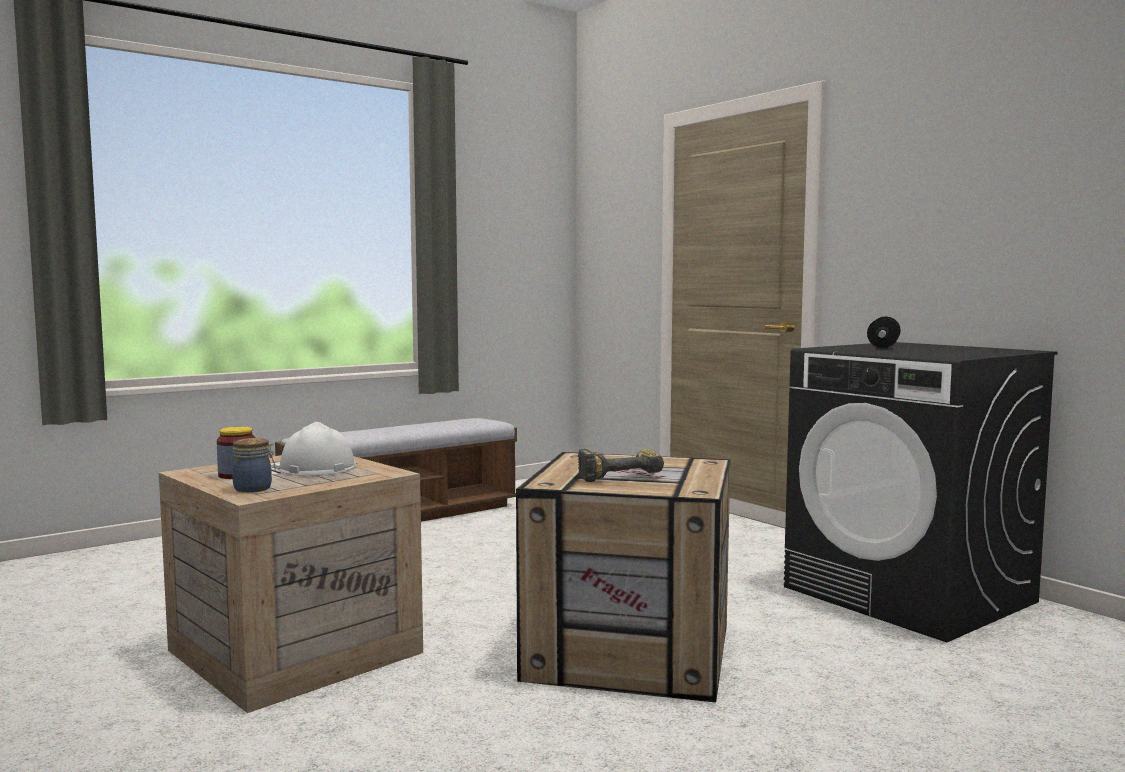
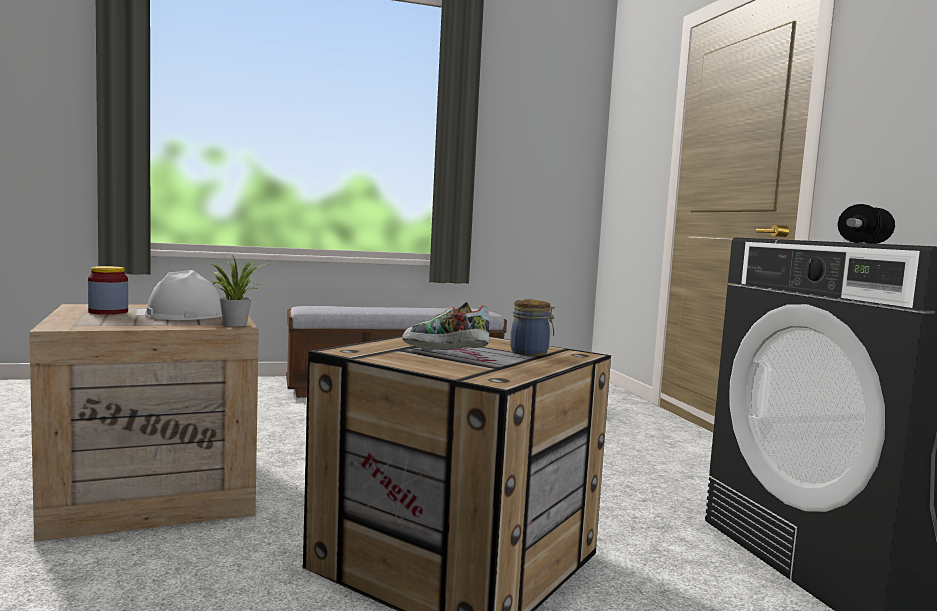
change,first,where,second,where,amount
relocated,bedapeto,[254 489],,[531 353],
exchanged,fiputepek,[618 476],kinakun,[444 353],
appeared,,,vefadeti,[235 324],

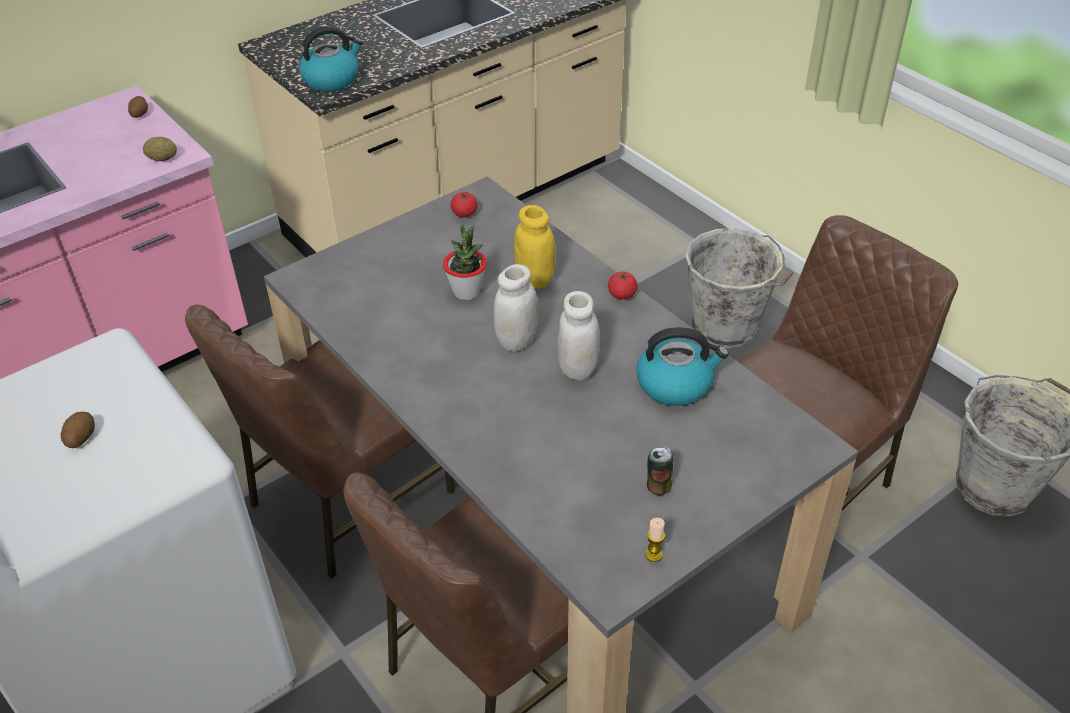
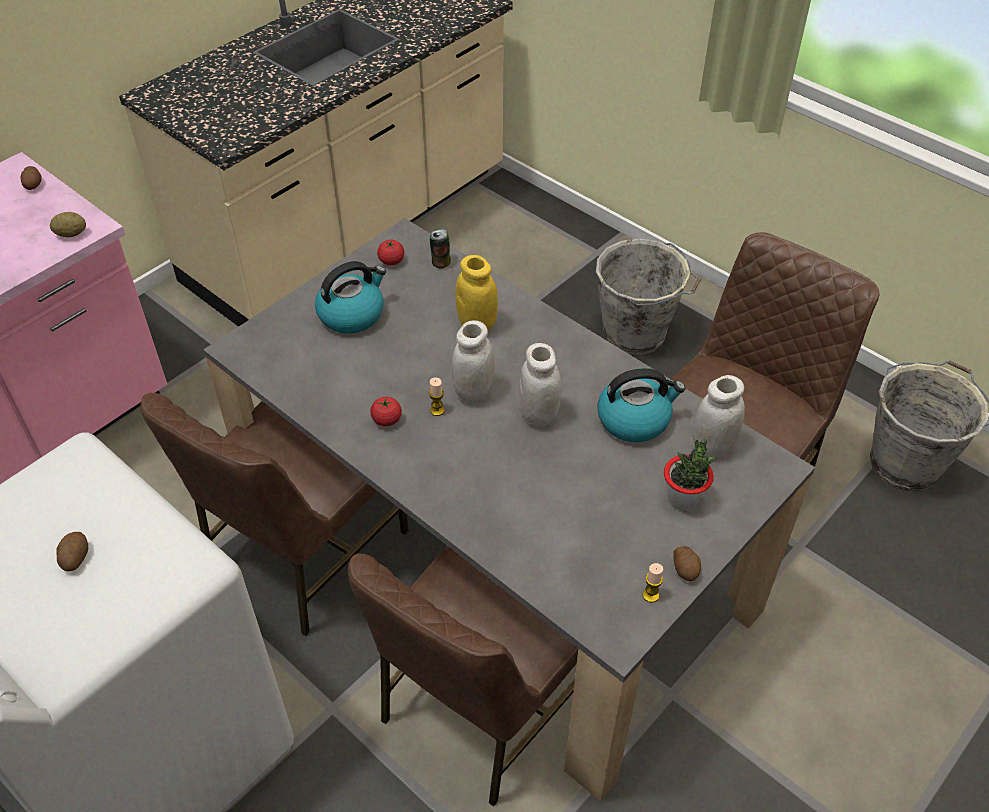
change,first,where,second,where,amount
relocated,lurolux,[332 79],,[352 314],
relocated,vefadeti,[466 292],,[683 499],
relocated,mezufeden,[622 295],,[387 419],
relocated,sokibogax,[658 485],,[441 262],
appeared,,,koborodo,[437 410],
appeared,,,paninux,[686 569],
appeared,,,white_bedapeto,[712 446],

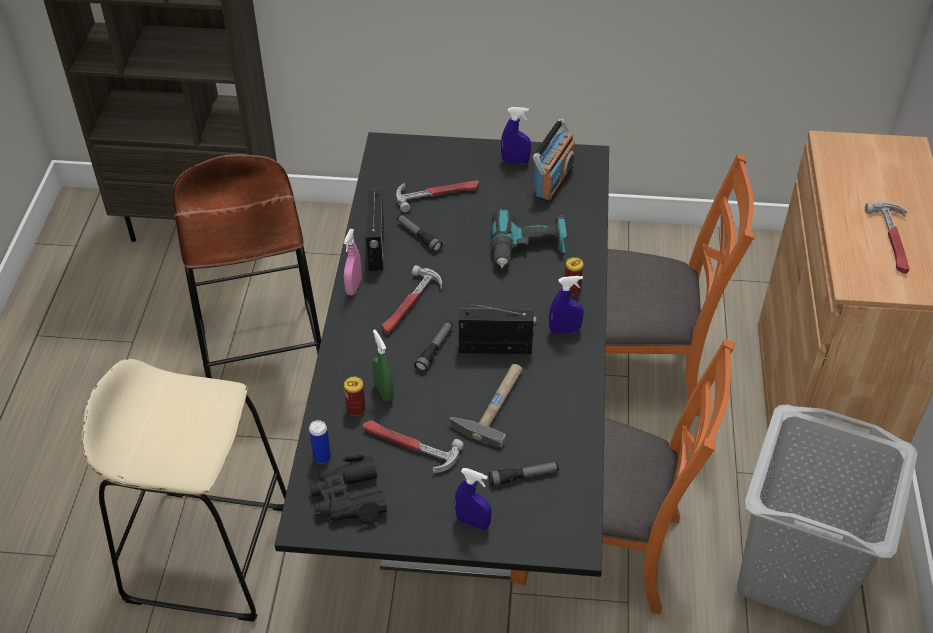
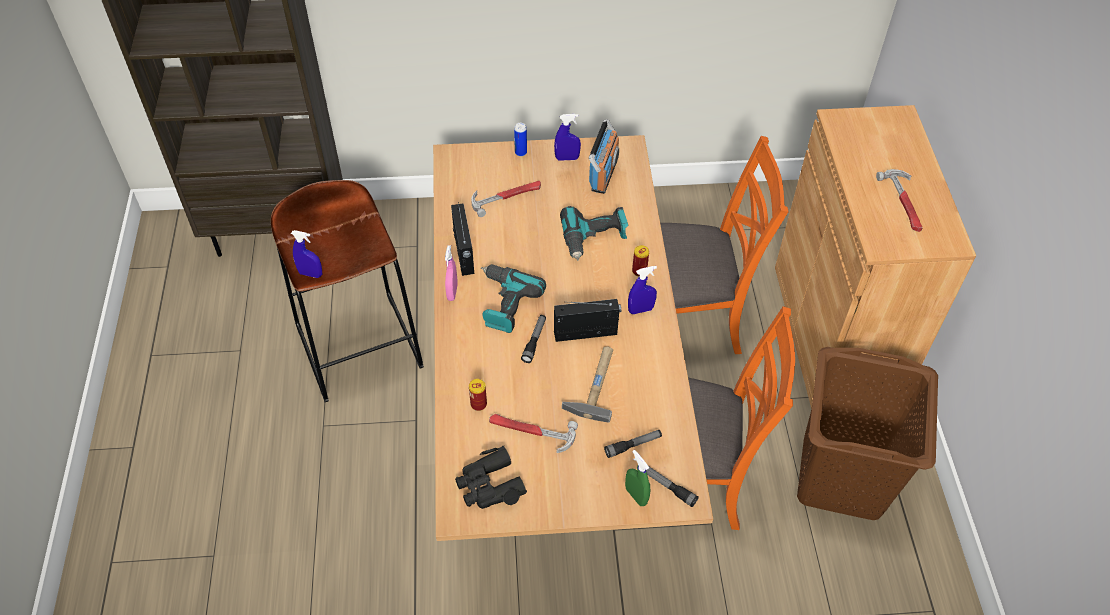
change,first,where,second,where,amount
missing,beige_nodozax,[209 553],,,
colour,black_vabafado,[466 453],beige_vabafado,[553 413],
relocated,sokibogax,[322 457],,[520 152],
relocated,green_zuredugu,[383 391],,[636 496],
exchanged,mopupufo,[410 305],fiputepek,[504 303],
relocated,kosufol,[418 236],,[669 487],
relocated,blue_zuredugu,[472 522],,[310 274],
colour,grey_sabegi,[797 571],brown_sabegi,[842 477],

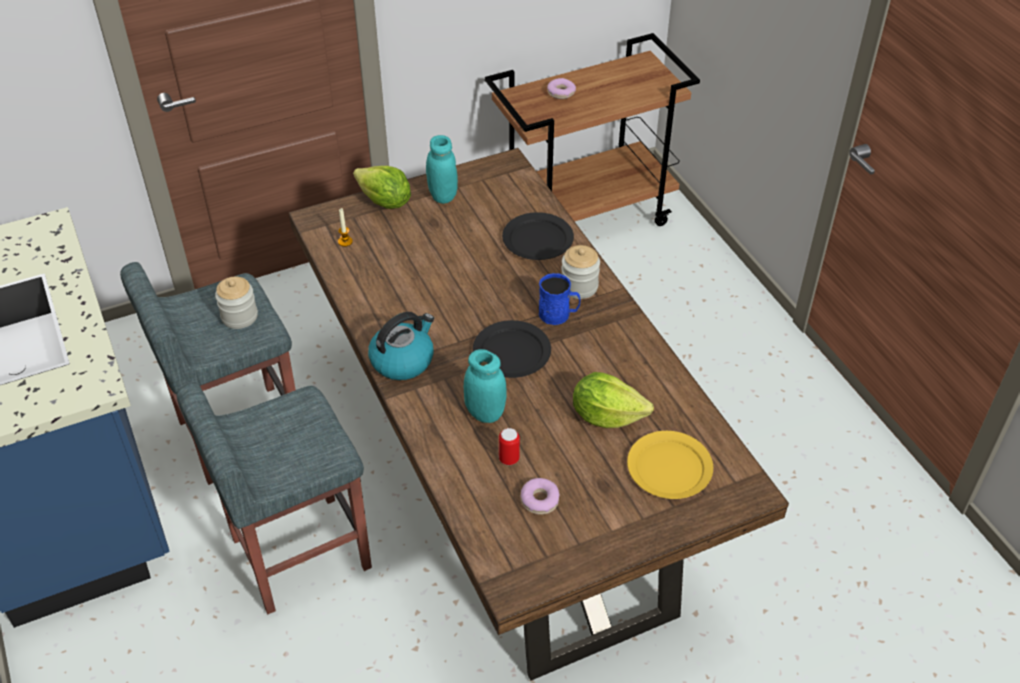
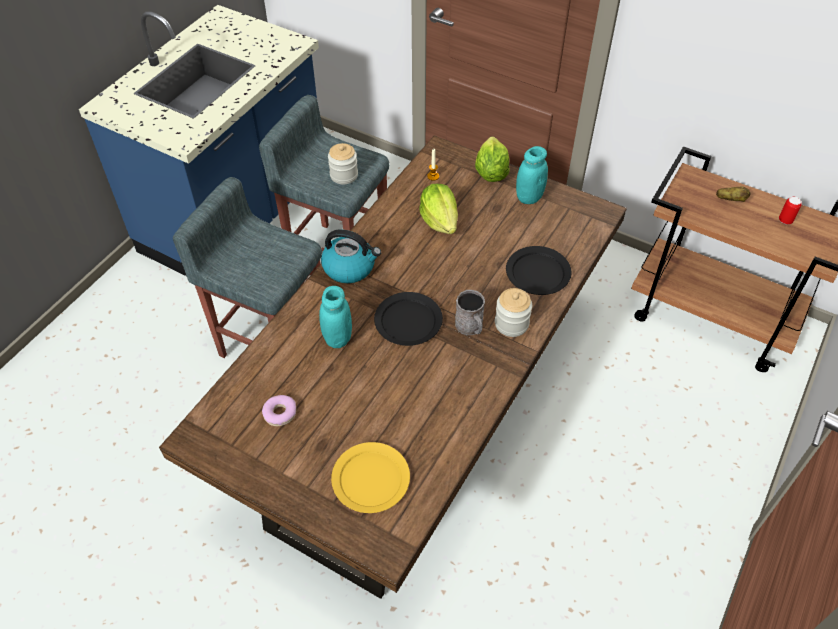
change,first,where,second,where,amount
relocated,sokibogax,[509 459],,[785 220],
colour,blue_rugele,[558 314],grey_rugele,[470 327],
exchanged,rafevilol,[561 93],paninux,[730 200],
relocated,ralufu,[606 415],,[439 221],

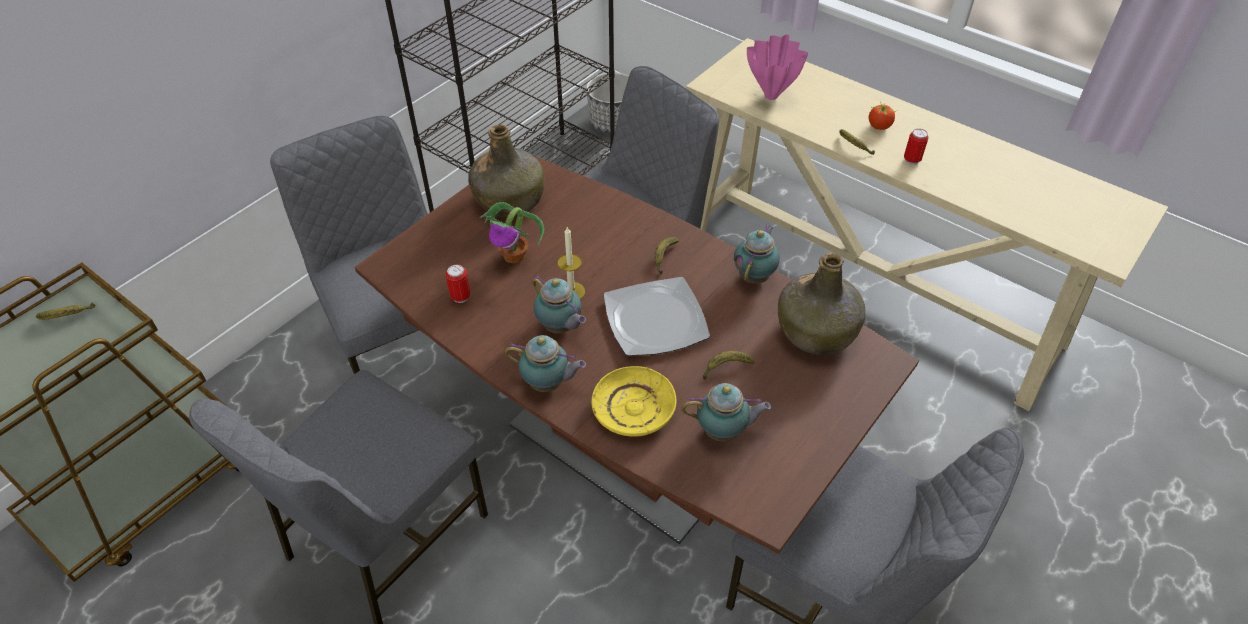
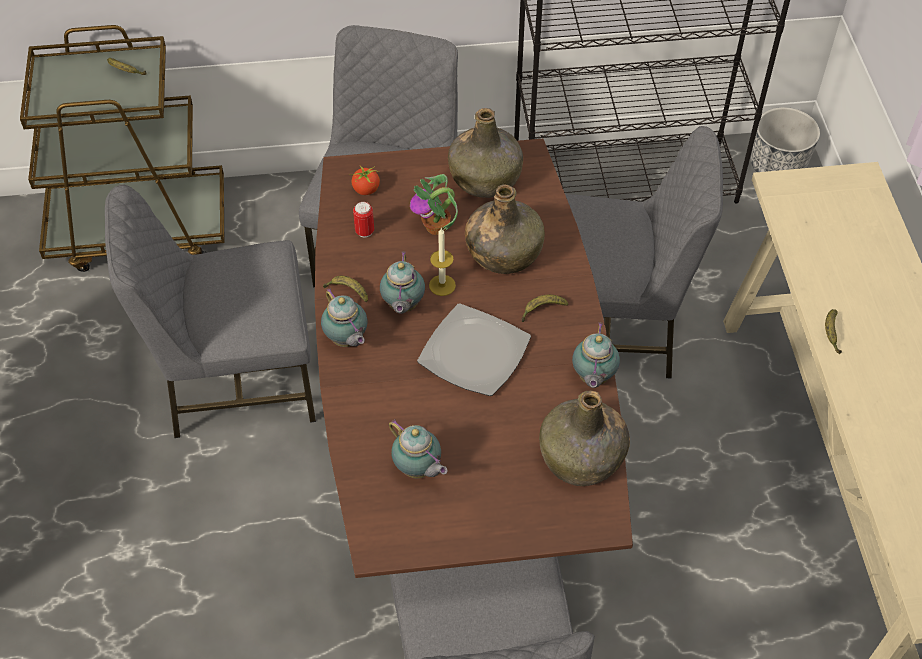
change,first,where,second,where,amount
missing,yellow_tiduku,[634 409],,,
relocated,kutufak,[725 368],,[347 291],
spun,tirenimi,[755 276],,[592 378],120 degrees clockwise
missing,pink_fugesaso,[770 96],,,
relocated,mezufeden,[879 126],,[366 190],
missing,sokibogax,[912 160],,,
appeared,,,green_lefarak,[504 252],

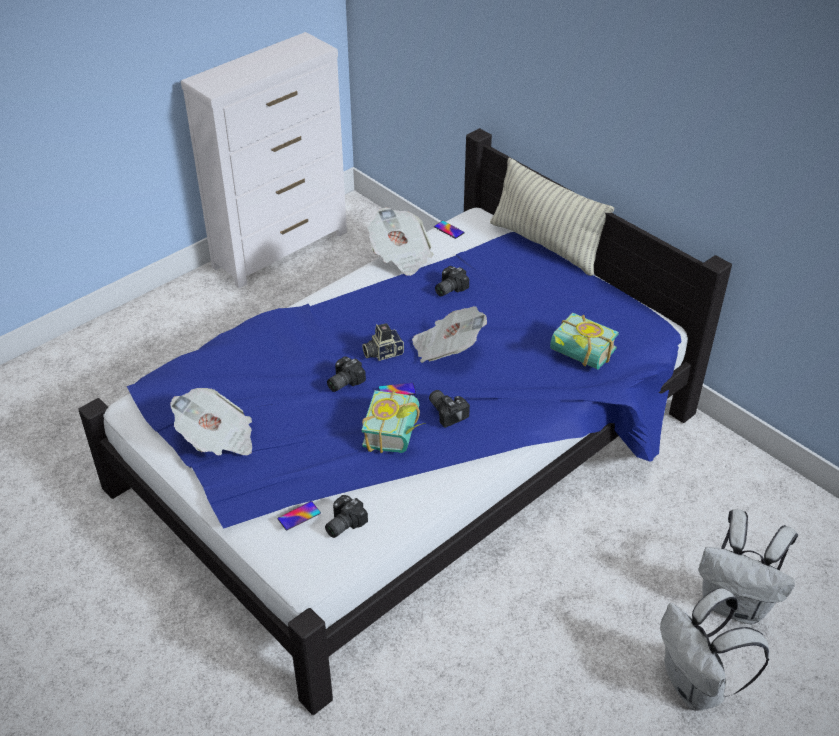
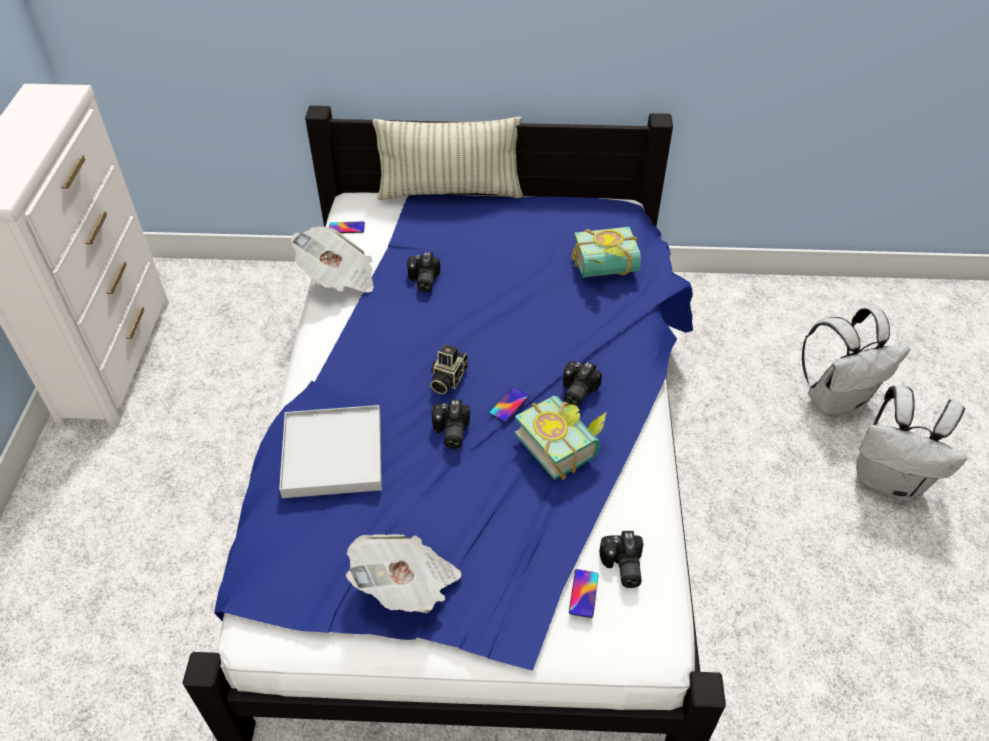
change,first,where,second,where,amount
missing,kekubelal,[447 349],,,
spun,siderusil,[448 411],,[575 391],75 degrees counterclockwise
appeared,,,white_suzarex,[332 454],

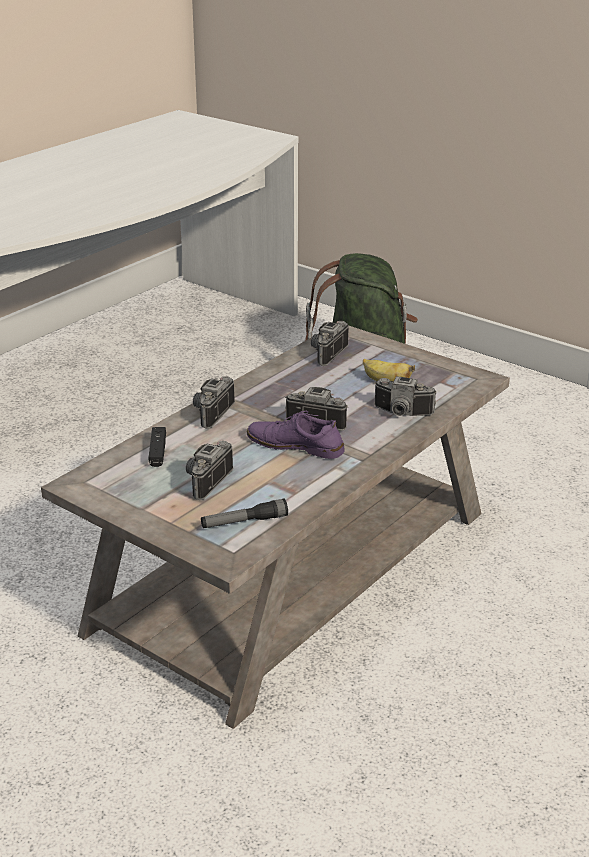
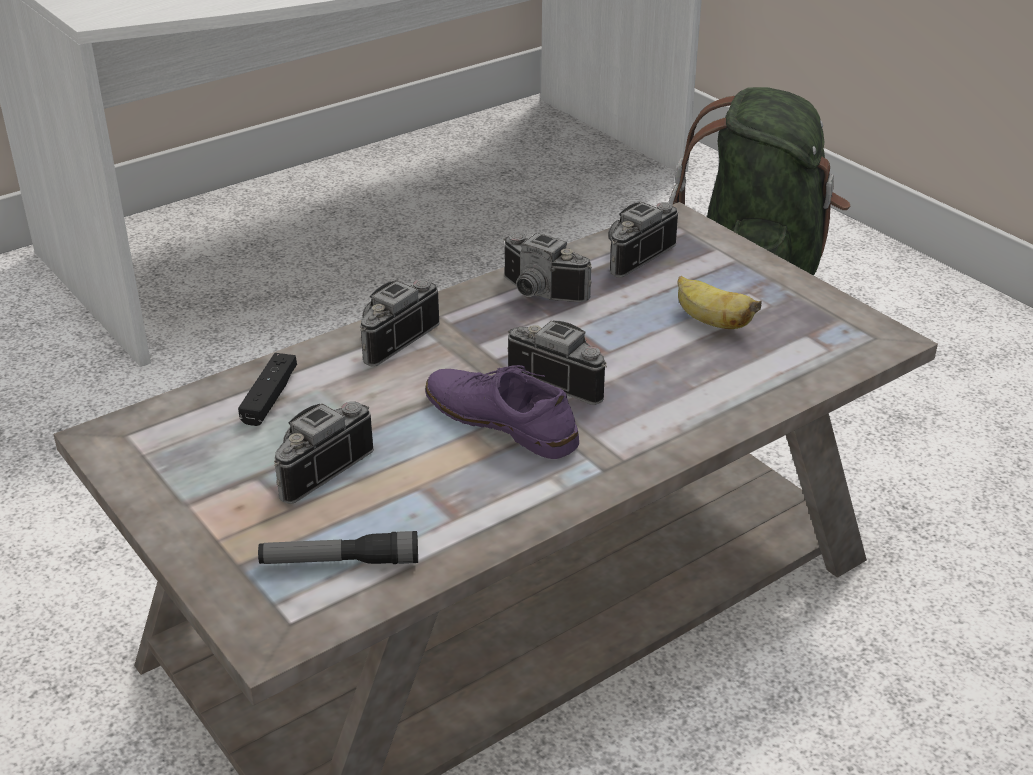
change,first,where,second,where,amount
relocated,siderusil,[401 414],,[538 294],

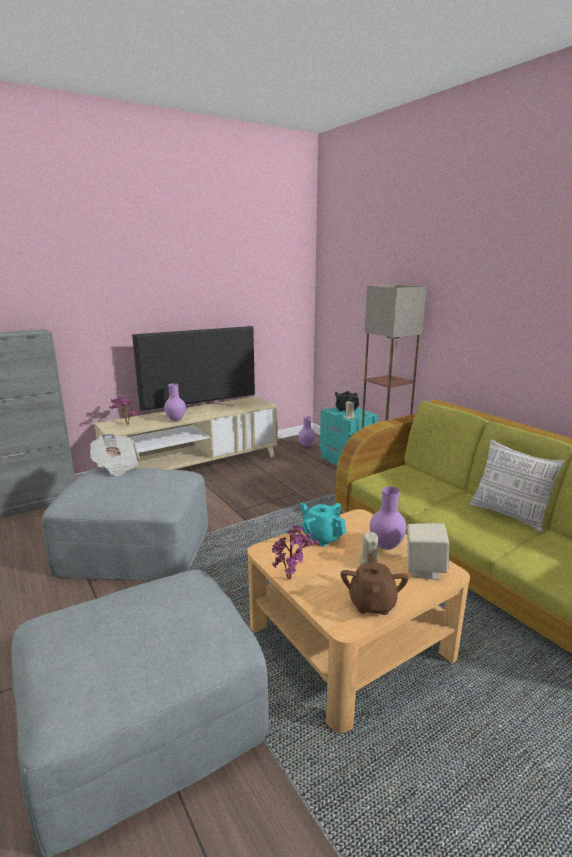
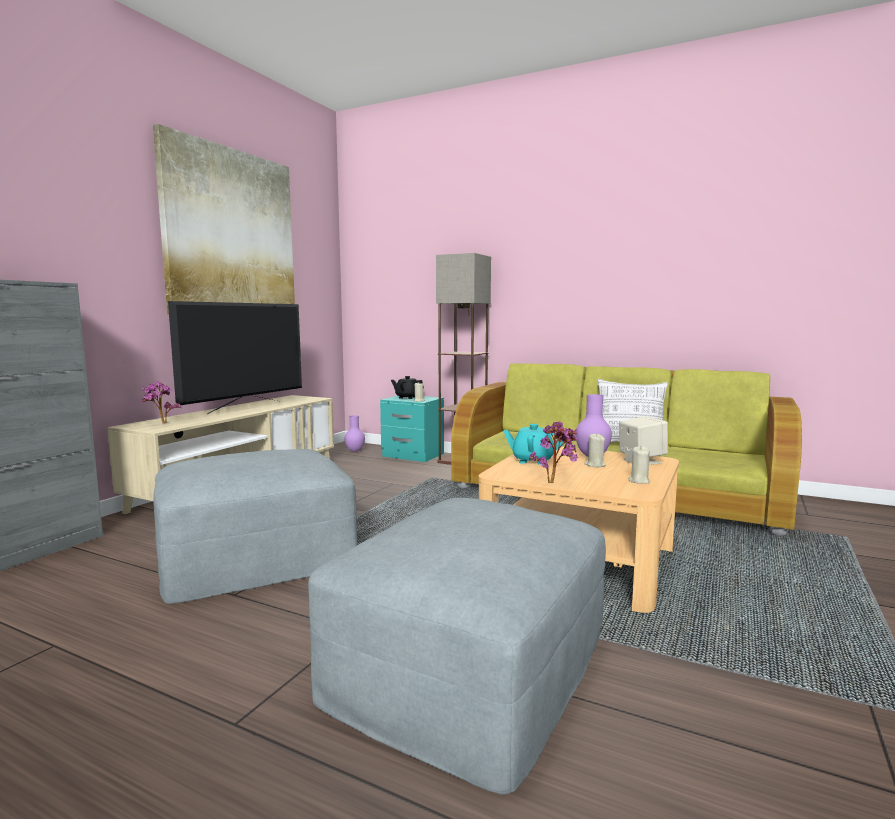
change,first,where,second,where,amount
missing,kekubelal,[116 466],,,
missing,purple_fugesaso,[175 420],,,
exchanged,brown_tirenimi,[372 603],beige_koborodo,[638 481],
appeared,,,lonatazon,[231 233],

